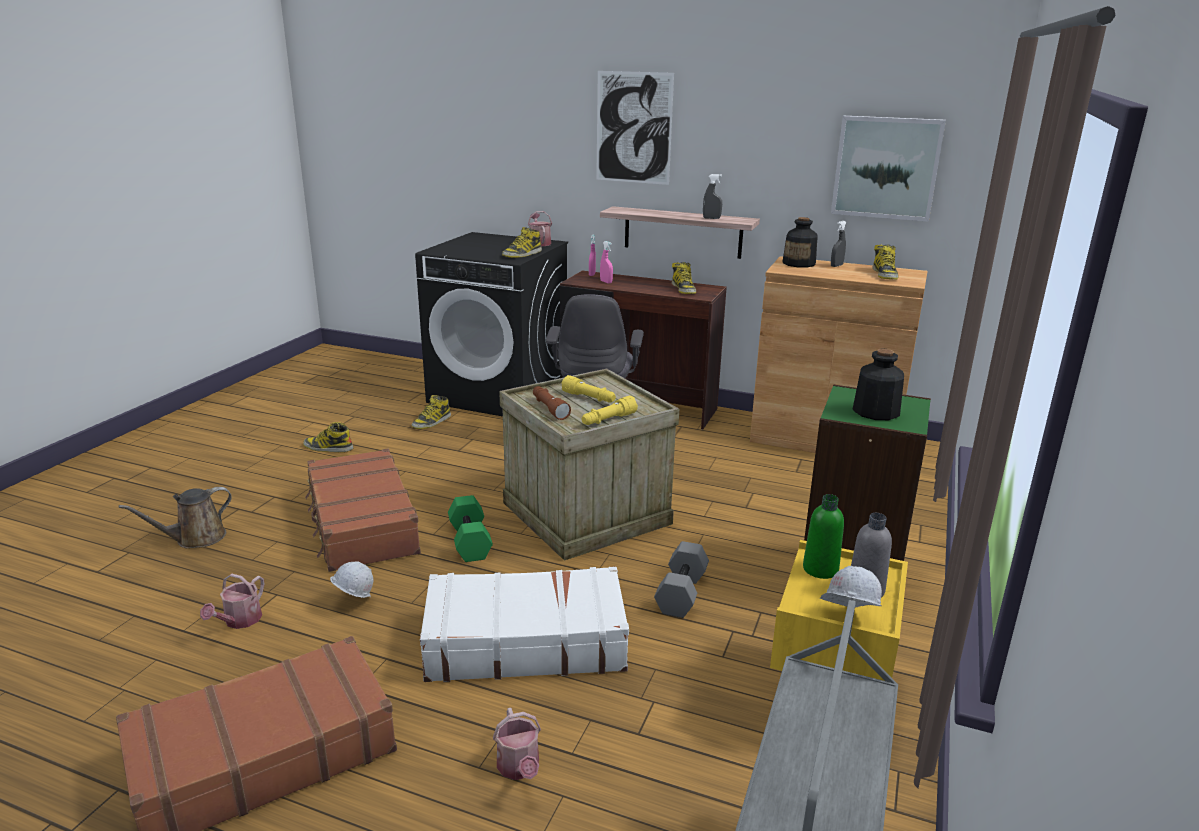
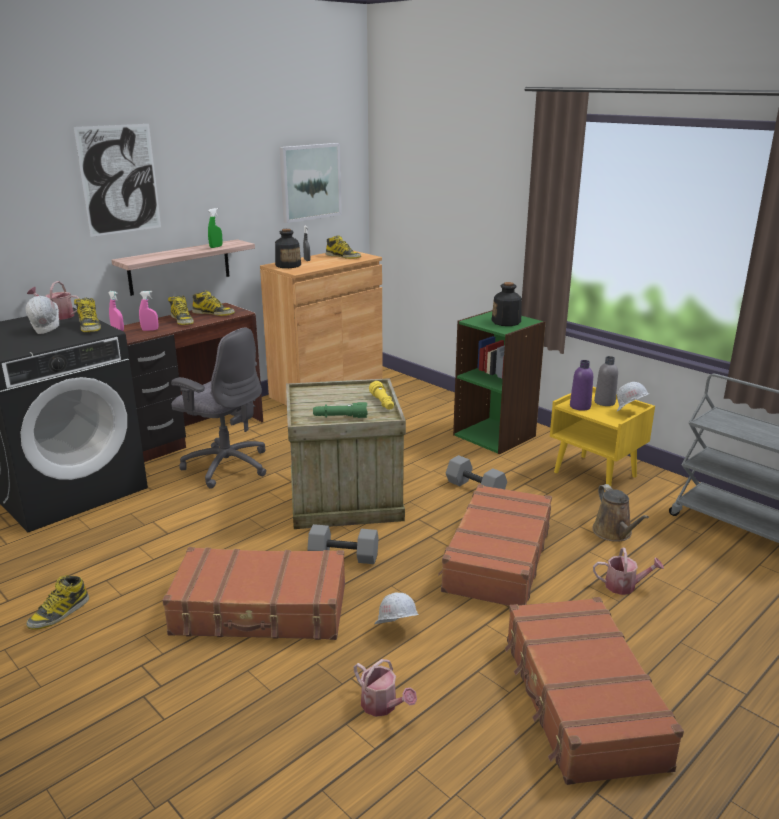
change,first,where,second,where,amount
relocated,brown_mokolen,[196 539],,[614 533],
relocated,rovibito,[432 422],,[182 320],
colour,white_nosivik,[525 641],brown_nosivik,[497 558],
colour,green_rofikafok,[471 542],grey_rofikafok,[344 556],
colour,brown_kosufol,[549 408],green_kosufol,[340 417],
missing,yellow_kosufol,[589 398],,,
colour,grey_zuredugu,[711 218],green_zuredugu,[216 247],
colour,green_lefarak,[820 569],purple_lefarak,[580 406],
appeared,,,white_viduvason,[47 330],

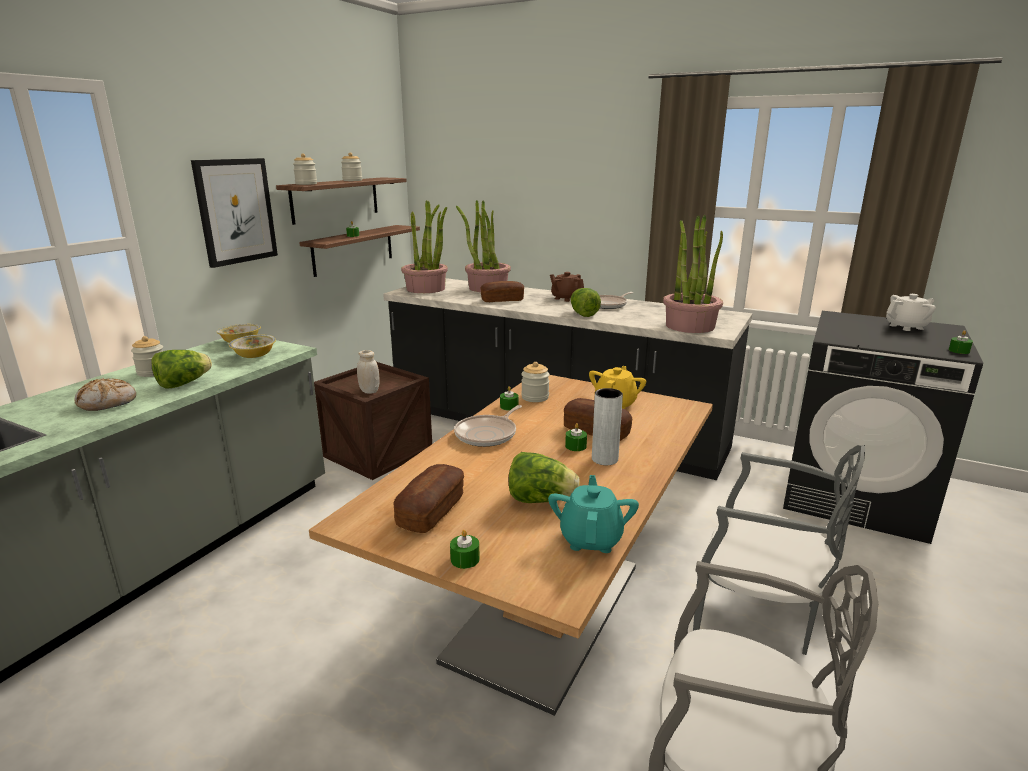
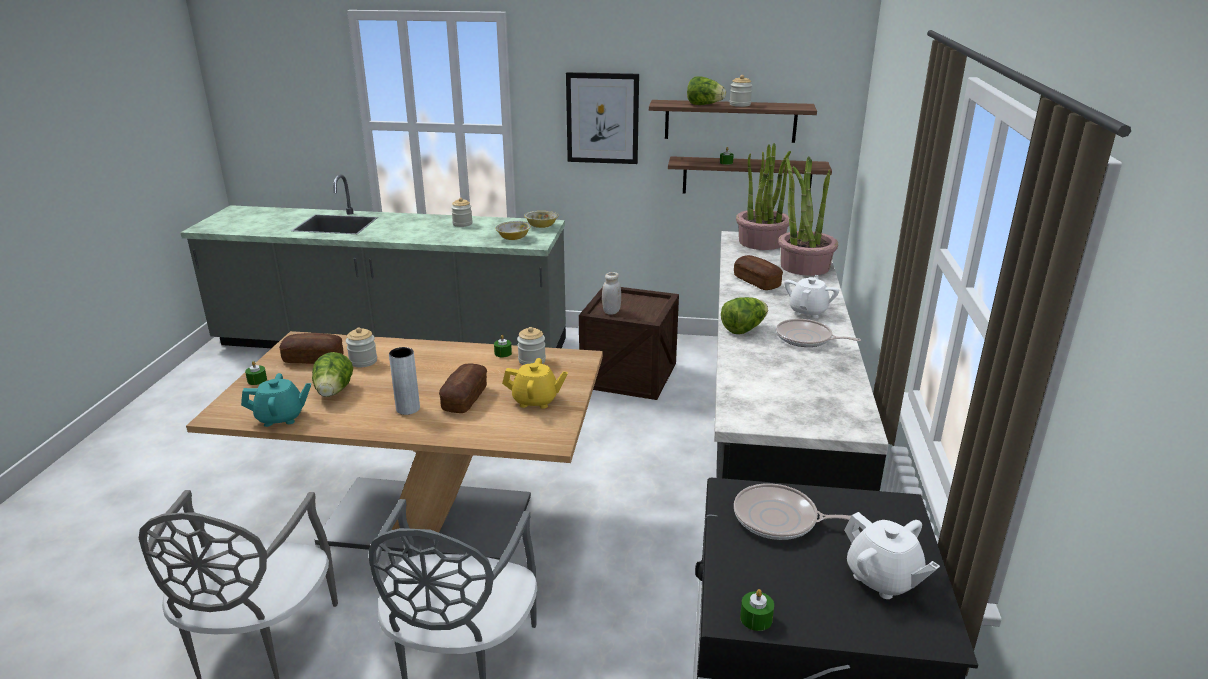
change,first,where,second,where,amount
missing,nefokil,[108 403],,,
relocated,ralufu,[183 384],,[704 105],
relocated,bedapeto,[306 184],,[363 361],
relocated,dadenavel,[488 434],,[780 519],
colour,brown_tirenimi,[566 298],white_tirenimi,[808 311],
missing,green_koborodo,[575 446],,,
missing,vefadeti,[690 326],,,

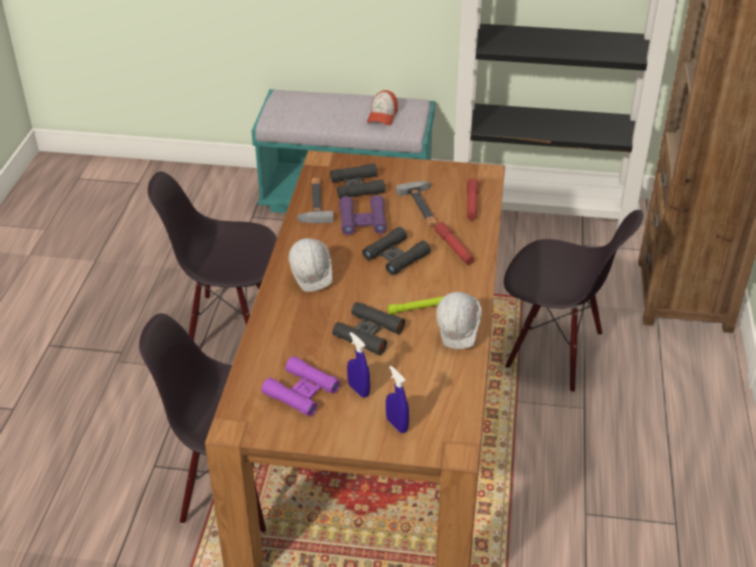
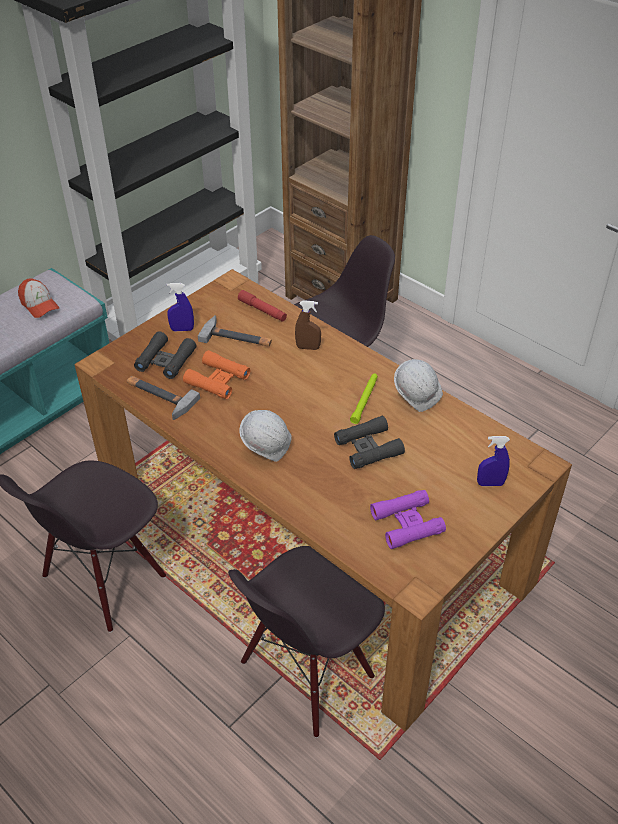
change,first,where,second,where,amount
colour,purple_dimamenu,[363 221],orange_dimamenu,[217 380],
relocated,blue_zuredugu,[358 390],,[182 329],
missing,black_dimamenu,[396 256],,,
exchanged,red_kosufol,[454 248],brown_zuredugu,[308 347],

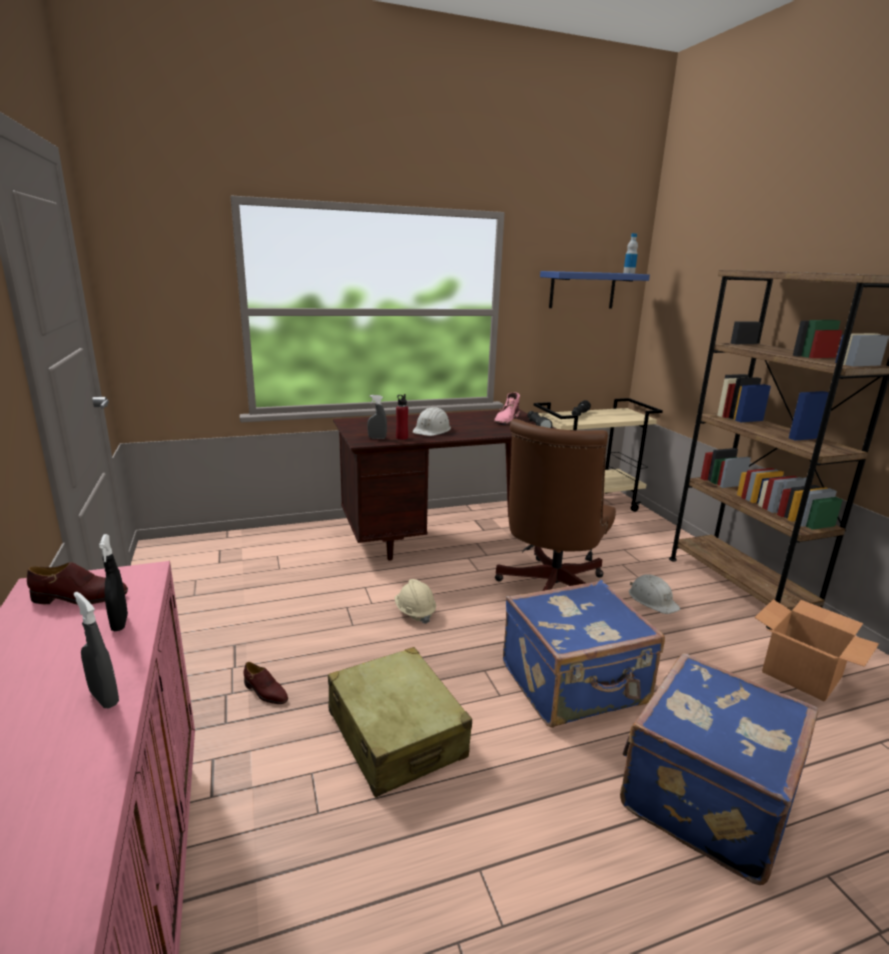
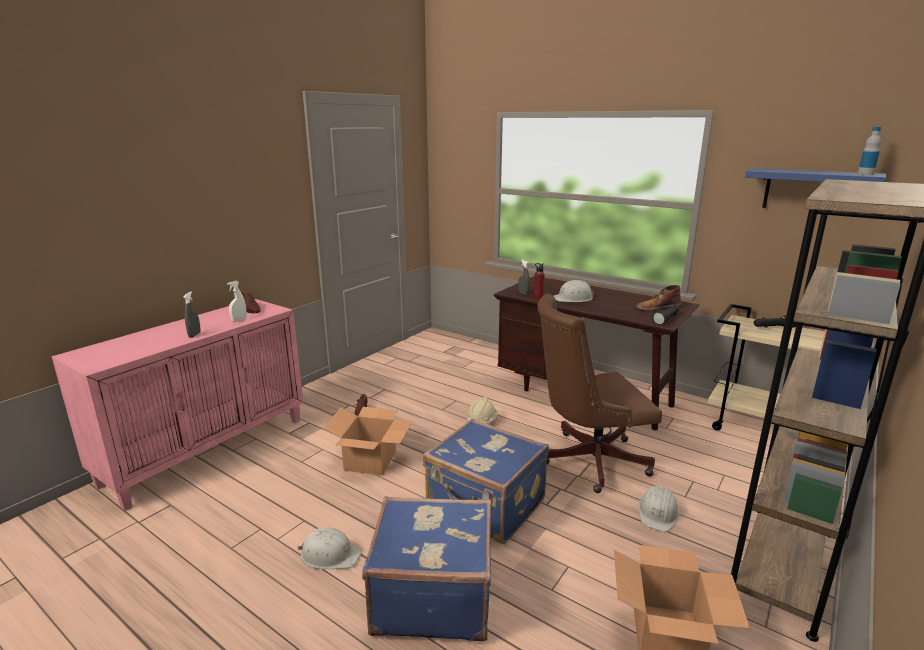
change,first,where,second,where,amount
colour,black_zuredugu,[120 623],white_zuredugu,[239 320],
exchanged,beige_nosivik,[396 734],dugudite,[370 460],
colour,pink_rovibito,[507 419],brown_rovibito,[657 308],
appeared,,,white_viduvason,[329 554],

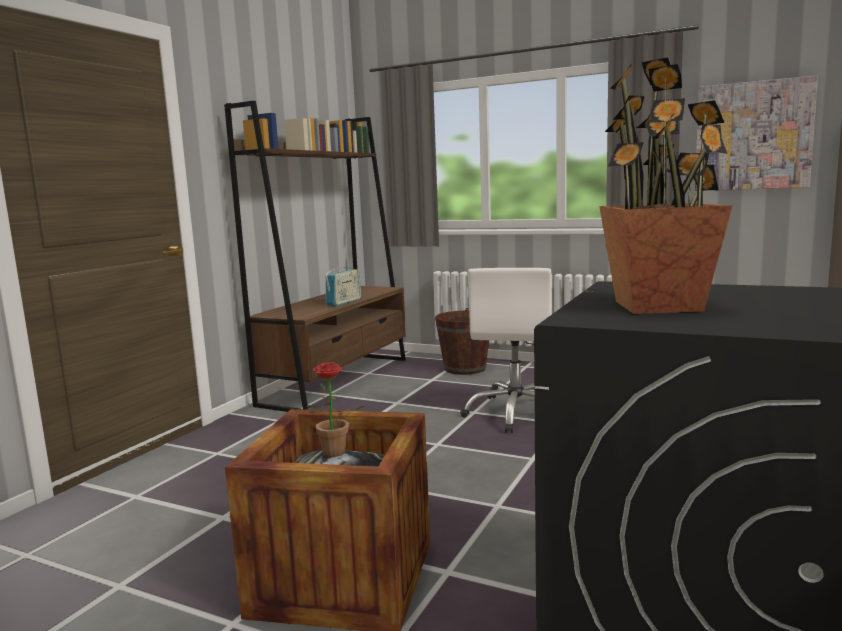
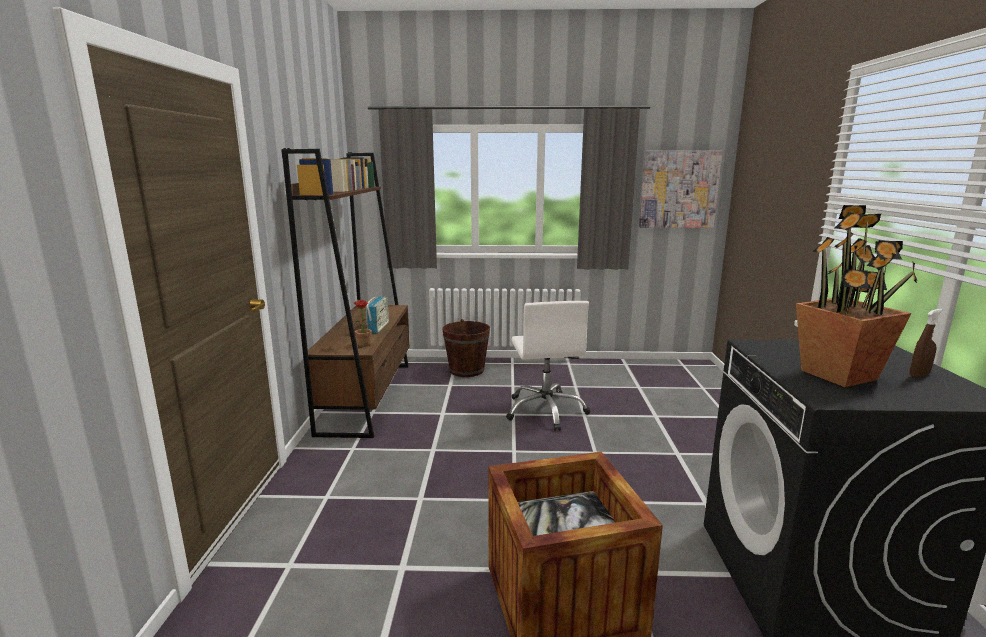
change,first,where,second,where,amount
relocated,vefadeti,[333 454],,[364 345],
appeared,,,brown_zuredugu,[919 375],

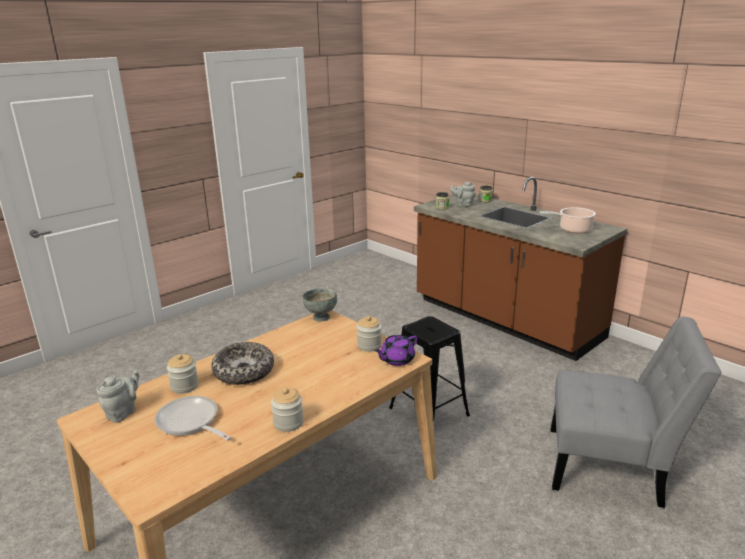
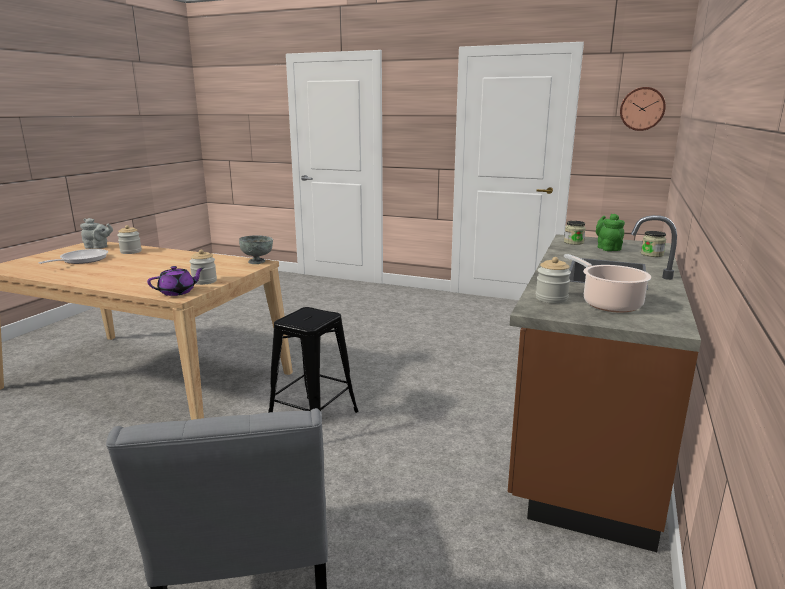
change,first,where,second,where,amount
missing,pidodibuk,[244 371],,,
relocated,bedapeto,[288 423],,[551 298],
spun,purple_tirenimi,[396 360],,[178 292],120 degrees clockwise
colour,grey_tirenimi,[463 204],green_tirenimi,[607 248],
appeared,,,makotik,[642 109],

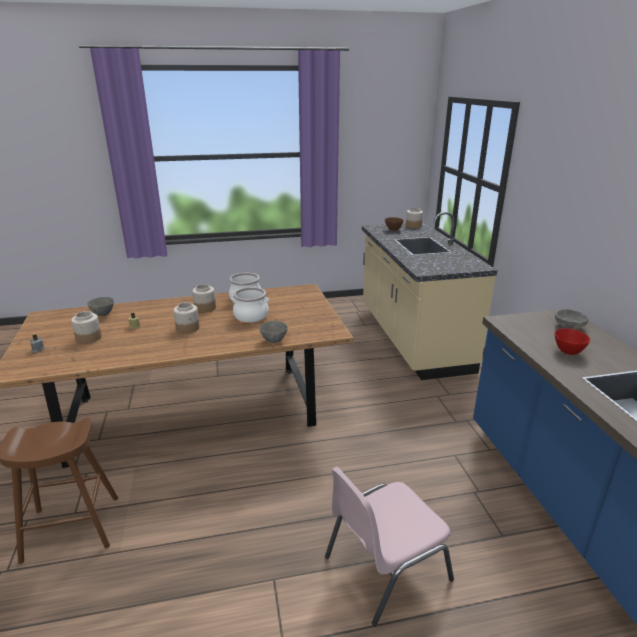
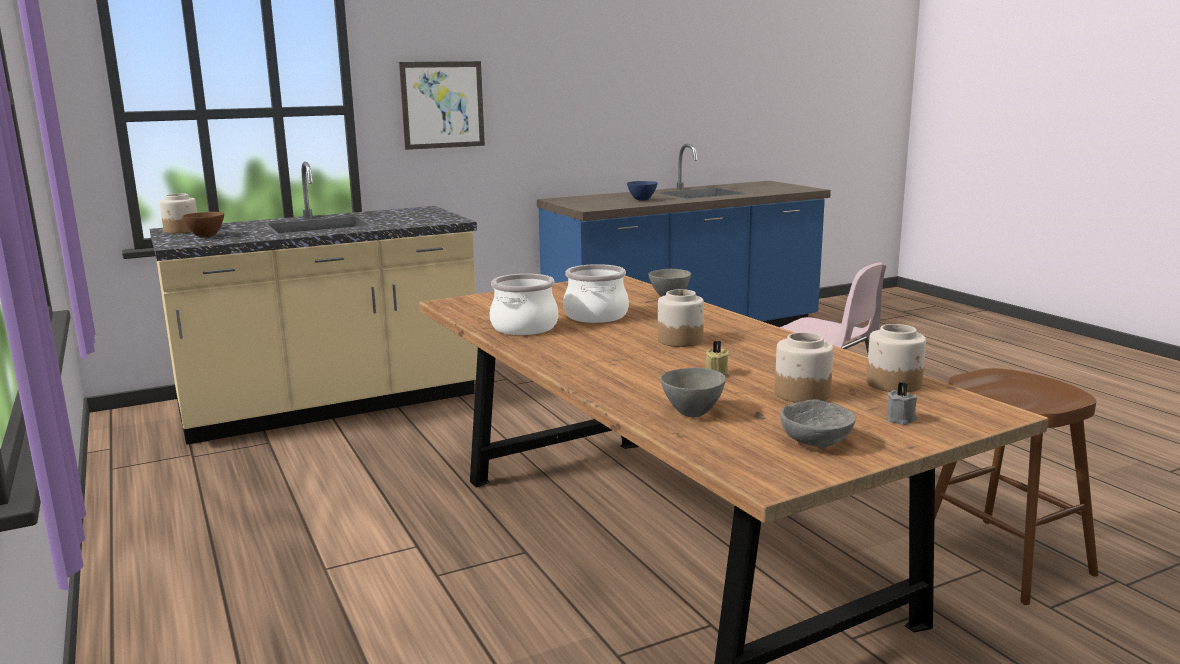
change,first,where,second,where,amount
relocated,bedapeto,[205 308],,[894 384],
colour,red_pidodibuk,[567 351],blue_pidodibuk,[642 200],
relocated,grey_pidodibuk,[569 326],,[815 442],
appeared,,,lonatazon,[442 105],

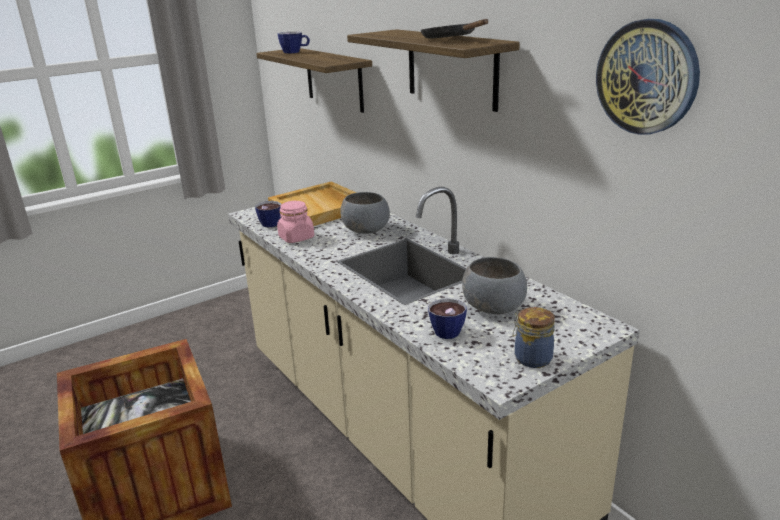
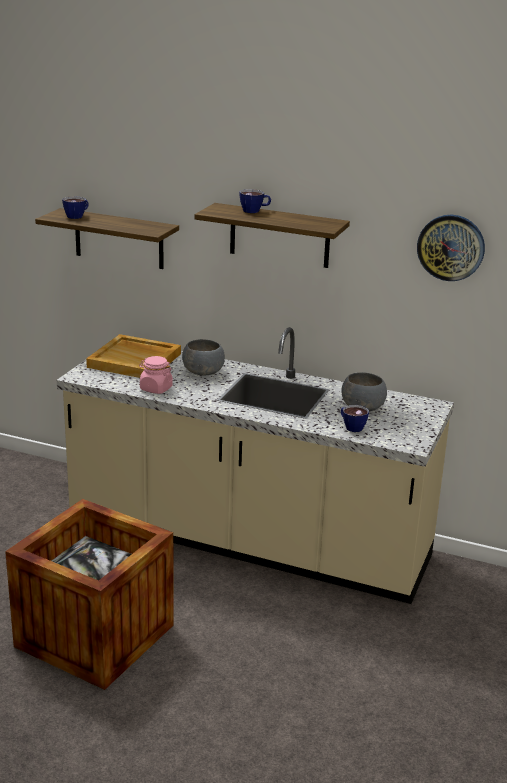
change,first,where,second,where,amount
relocated,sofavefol,[274 224],,[255 211],
missing,black_dadenavel,[452 39],,,
missing,bedapeto,[531 358],,,

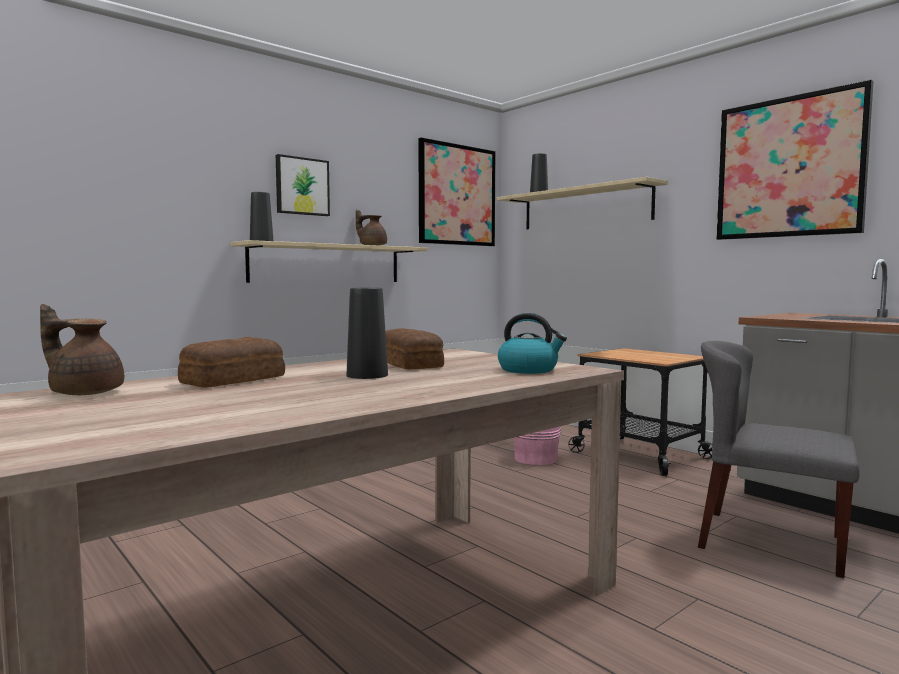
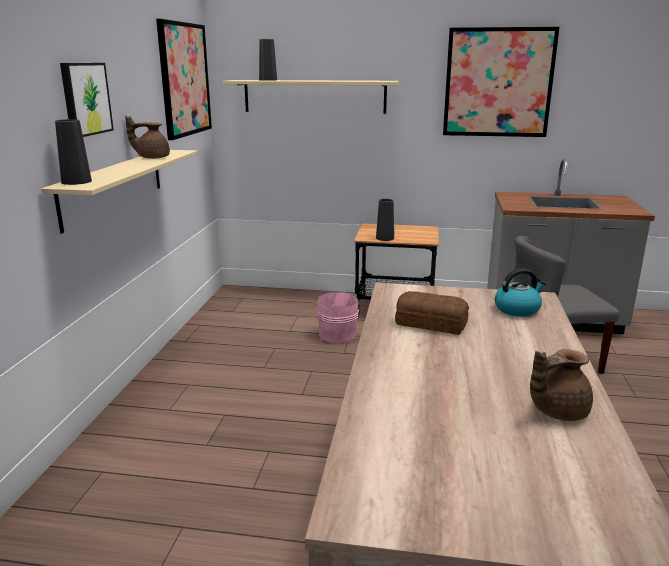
change,first,where,second,where,amount
relocated,brown_tirenimi,[85 392],,[556 411],
missing,nefokil,[231 380],,,
relocated,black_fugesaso,[367 375],,[385 238],

